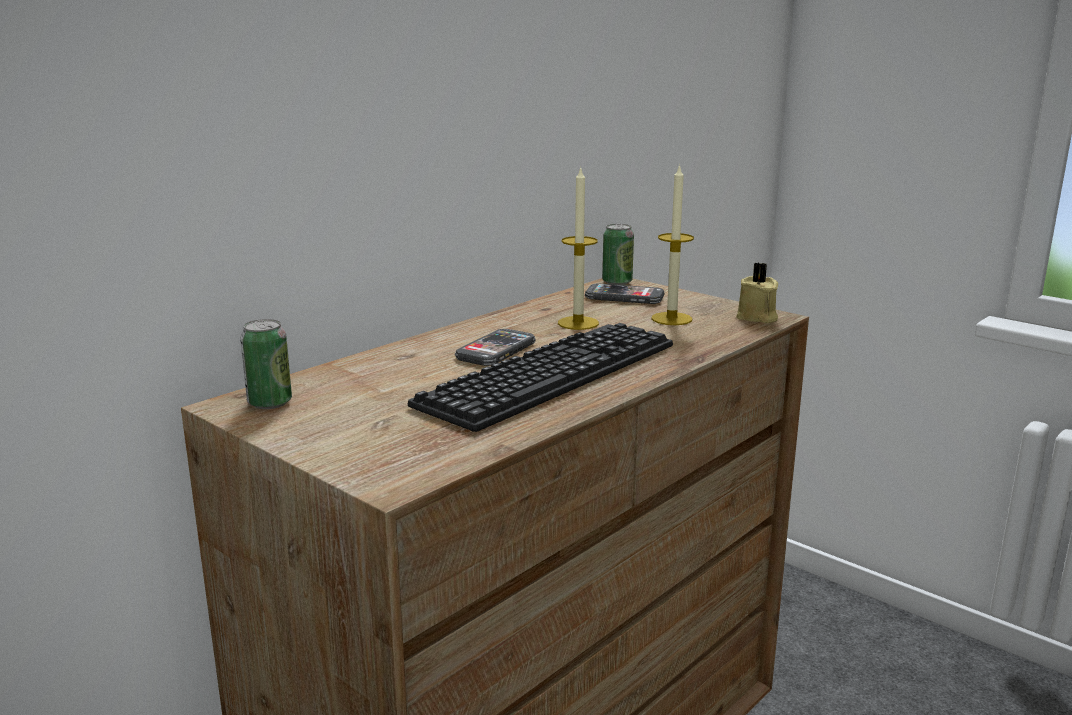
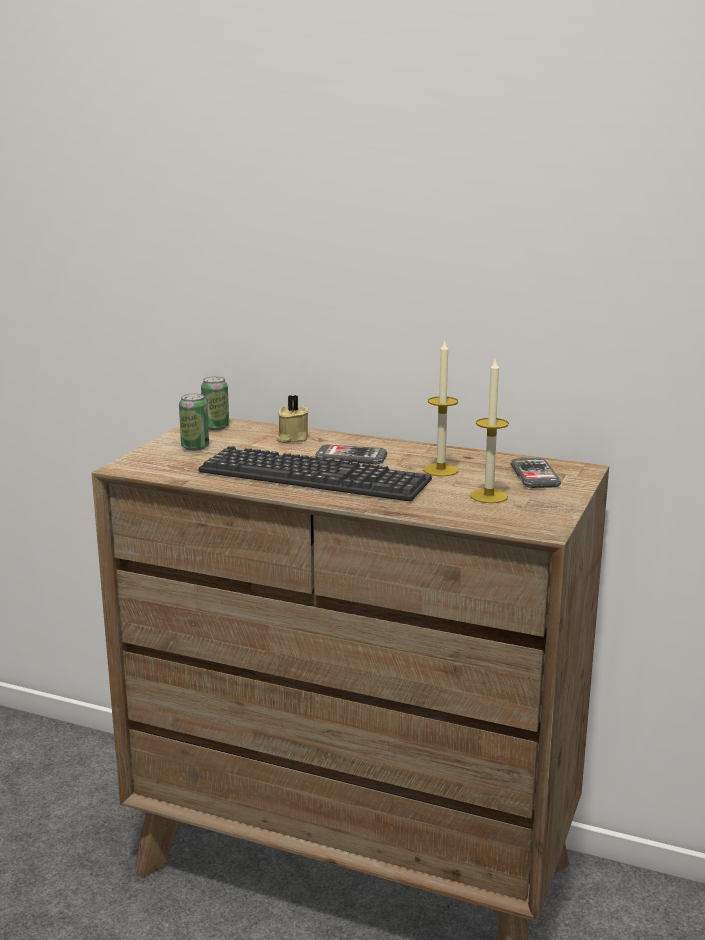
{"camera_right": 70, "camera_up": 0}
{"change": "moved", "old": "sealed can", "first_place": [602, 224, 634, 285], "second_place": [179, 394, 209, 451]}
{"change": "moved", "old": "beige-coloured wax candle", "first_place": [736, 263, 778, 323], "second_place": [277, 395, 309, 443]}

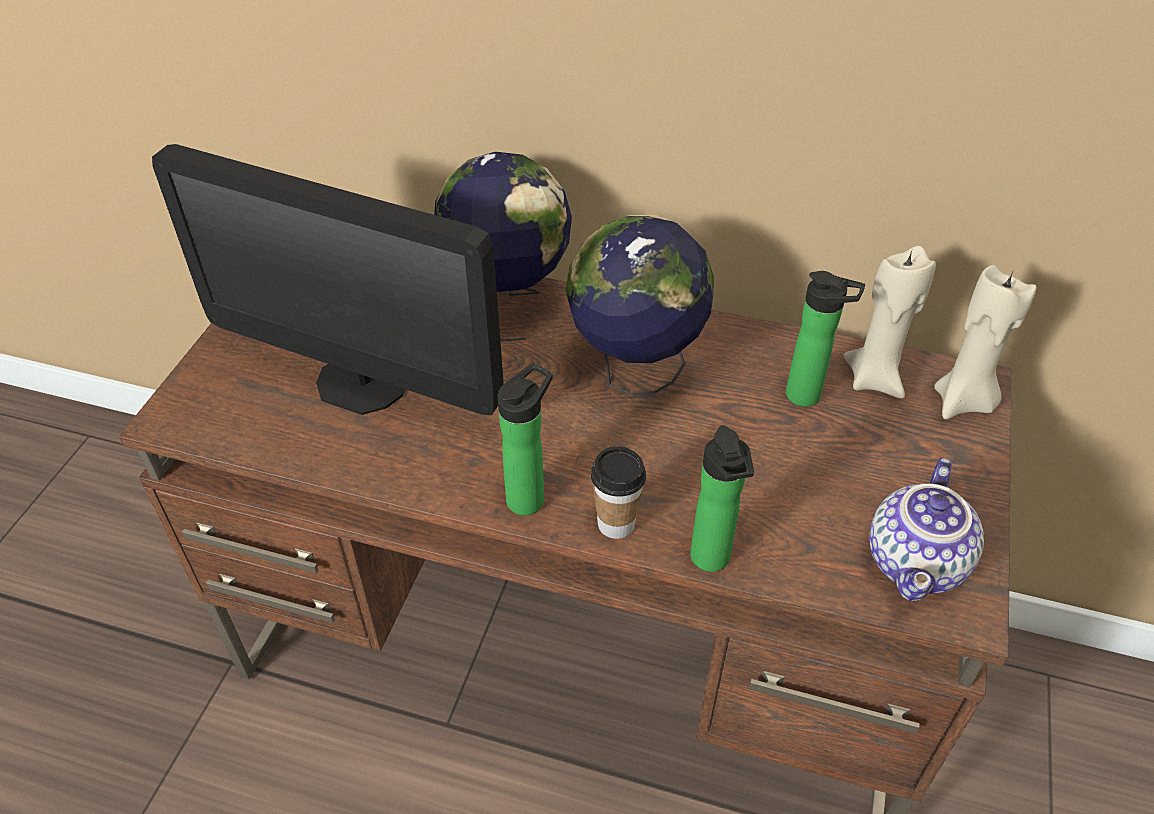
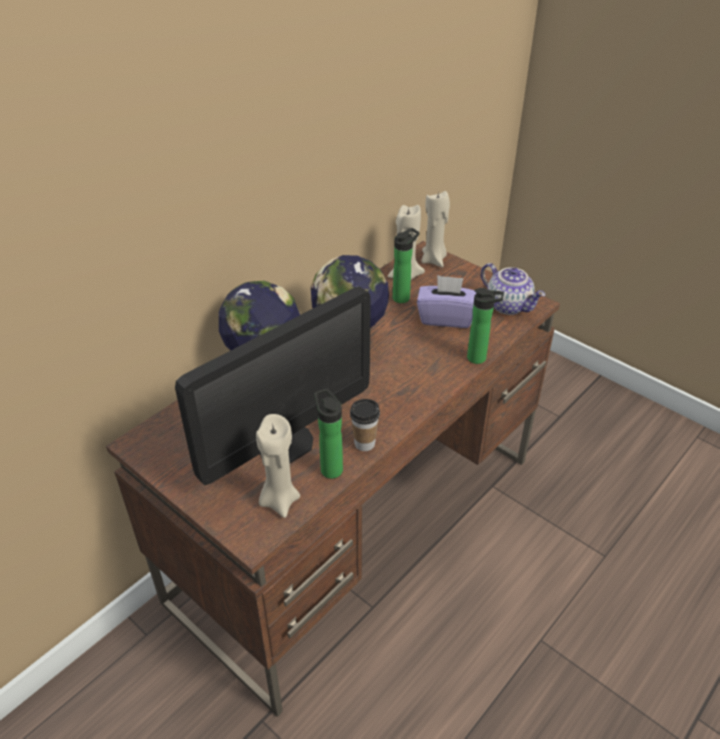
{"camera_right": -65, "camera_up": -5}
{"change": "added", "new": "beige-coloured wax candle", "second_place": [256, 414, 300, 518]}
{"change": "moved", "old": "beverage bottle", "first_place": [498, 363, 553, 515], "second_place": [314, 388, 343, 479]}
{"change": "moved", "old": "small cup", "first_place": [591, 446, 646, 539], "second_place": [350, 399, 380, 451]}
{"change": "added", "new": "purple box of tissues", "second_place": [417, 275, 476, 328]}

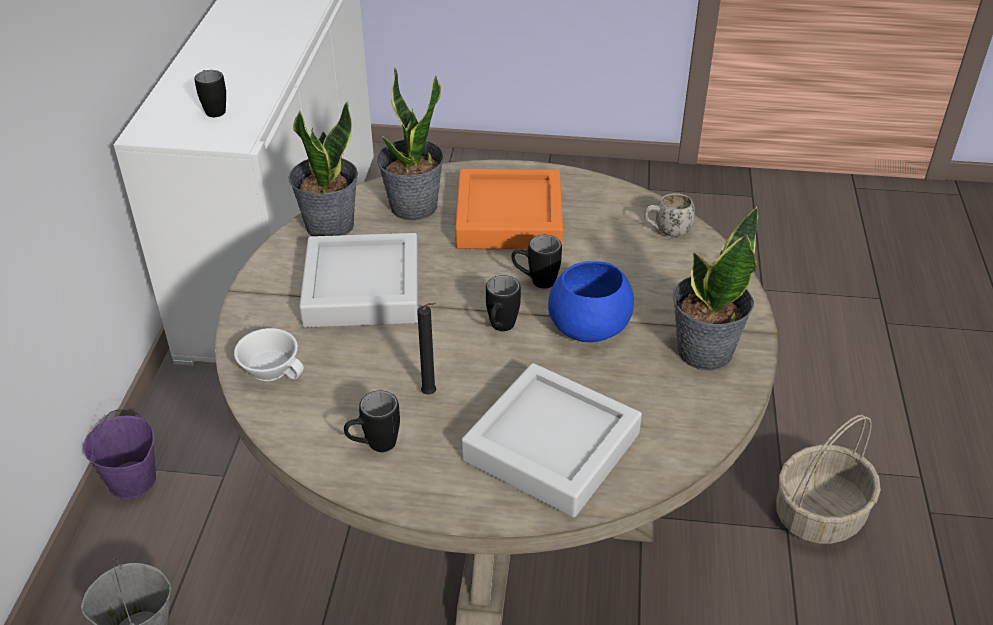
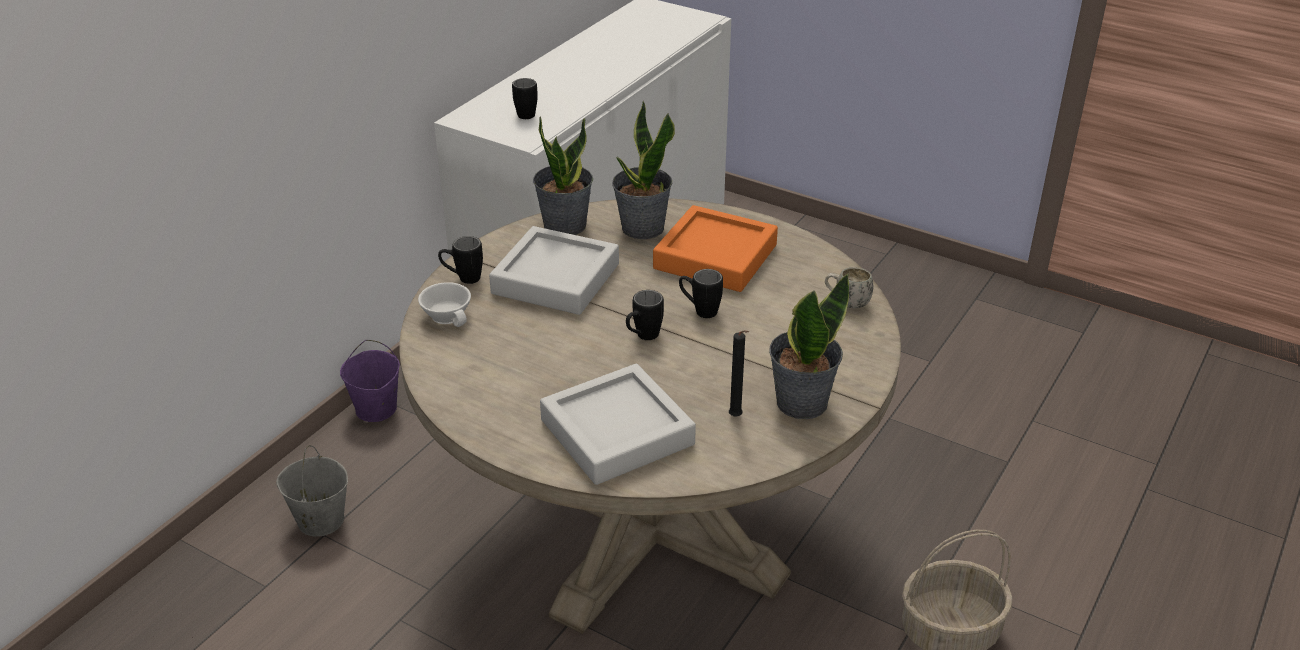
{"camera_right": 25, "camera_up": -5}
{"change": "moved", "old": "blackish coffee mug", "first_place": [344, 391, 400, 452], "second_place": [438, 236, 483, 284]}
{"change": "moved", "old": "blackish wax candle", "first_place": [417, 303, 436, 395], "second_place": [729, 330, 749, 417]}
{"change": "removed", "old": "blue deep dish", "first_place": [548, 261, 634, 342]}

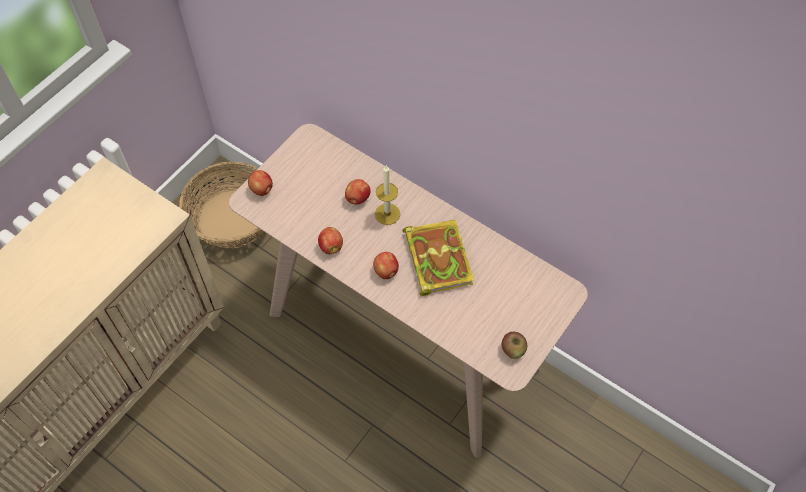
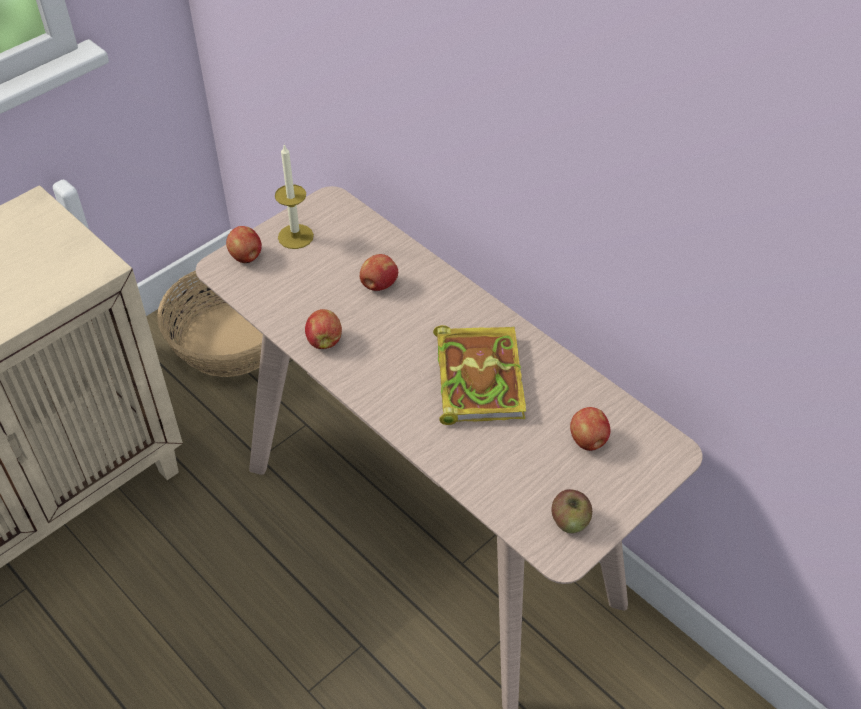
{"camera_right": 10, "camera_up": -10}
{"change": "moved", "old": "wax candle", "first_place": [375, 166, 400, 225], "second_place": [275, 145, 314, 249]}
{"change": "moved", "old": "apple", "first_place": [373, 252, 399, 279], "second_place": [570, 407, 610, 451]}

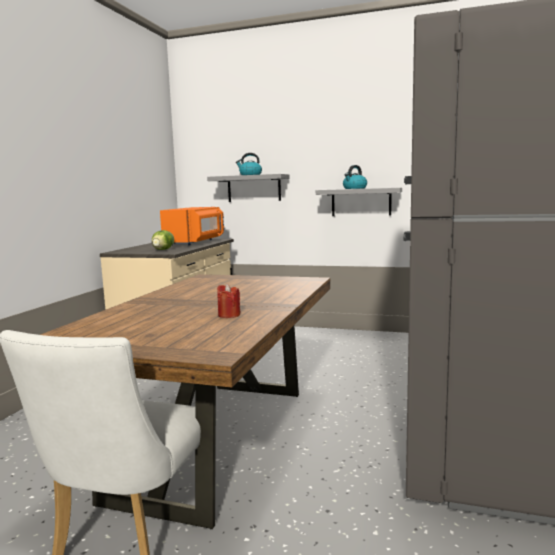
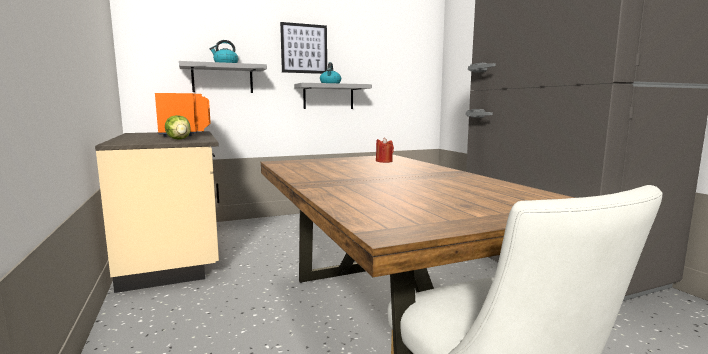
{"camera_right": -40, "camera_up": 0}
{"change": "added", "new": "wall picture", "second_place": [280, 22, 327, 74]}
{"change": "moved", "old": "reddish wax candle", "first_place": [217, 284, 240, 318], "second_place": [376, 137, 394, 163]}

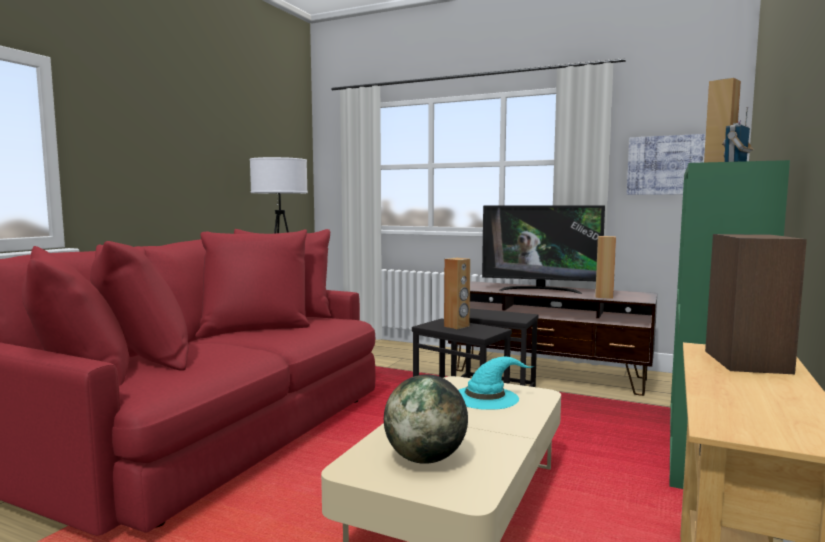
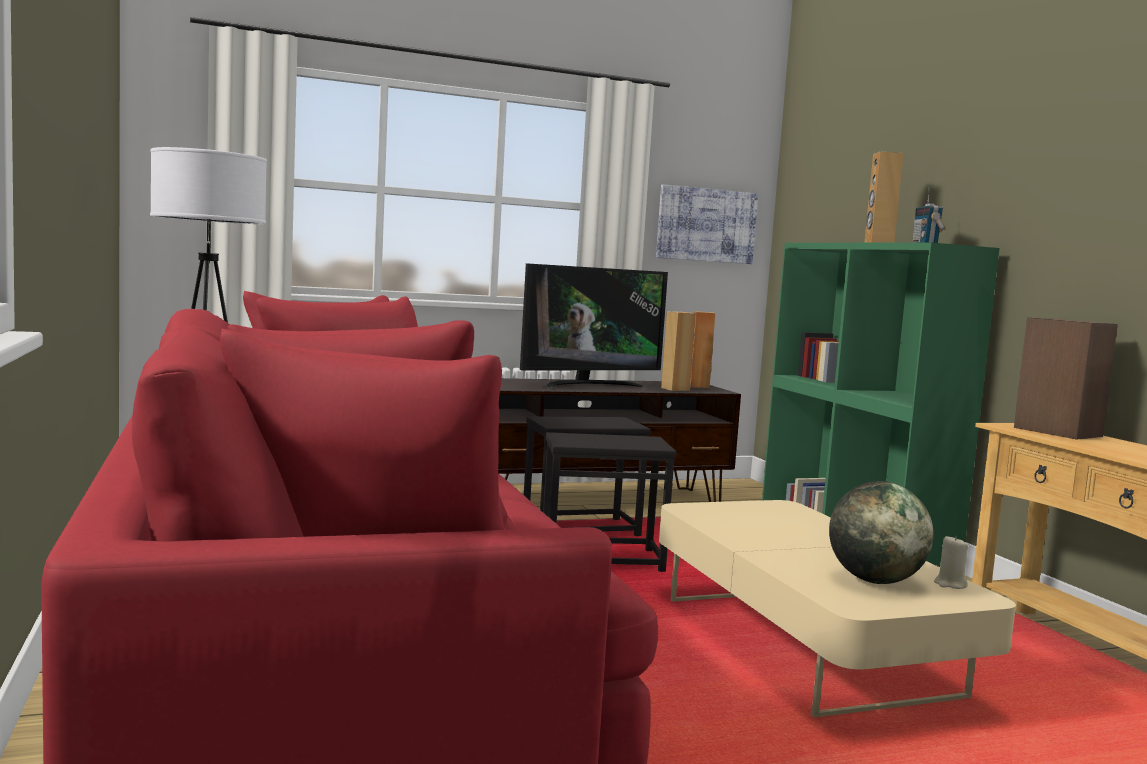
{"camera_right": -45, "camera_up": 0}
{"change": "moved", "old": "brown loudspeaker", "first_place": [444, 258, 470, 329], "second_place": [690, 311, 715, 388]}
{"change": "added", "new": "beige-coloured wax candle", "second_place": [934, 536, 968, 589]}
{"change": "removed", "old": "turquoise hat", "first_place": [458, 356, 534, 410]}

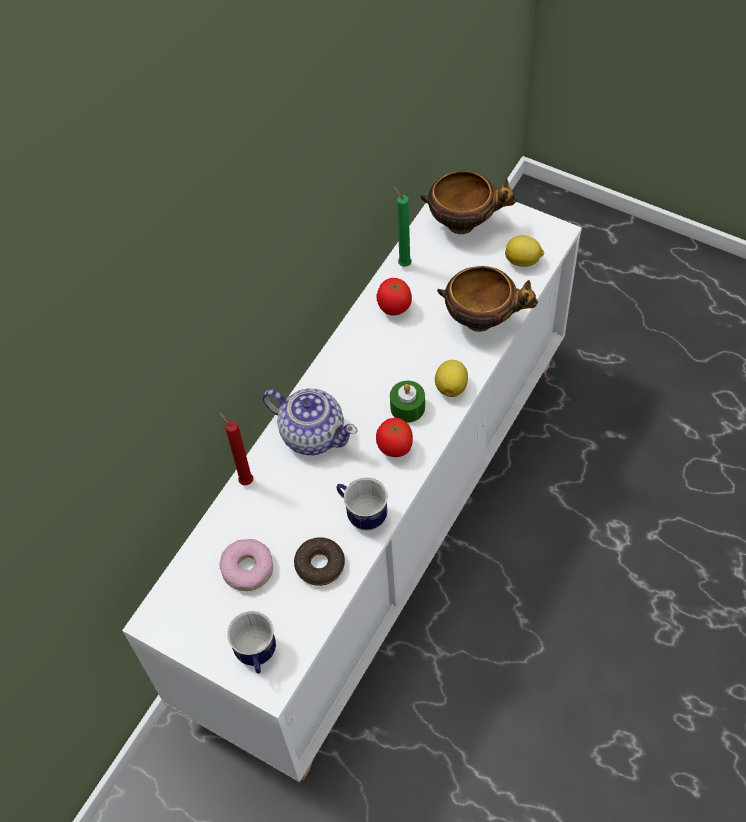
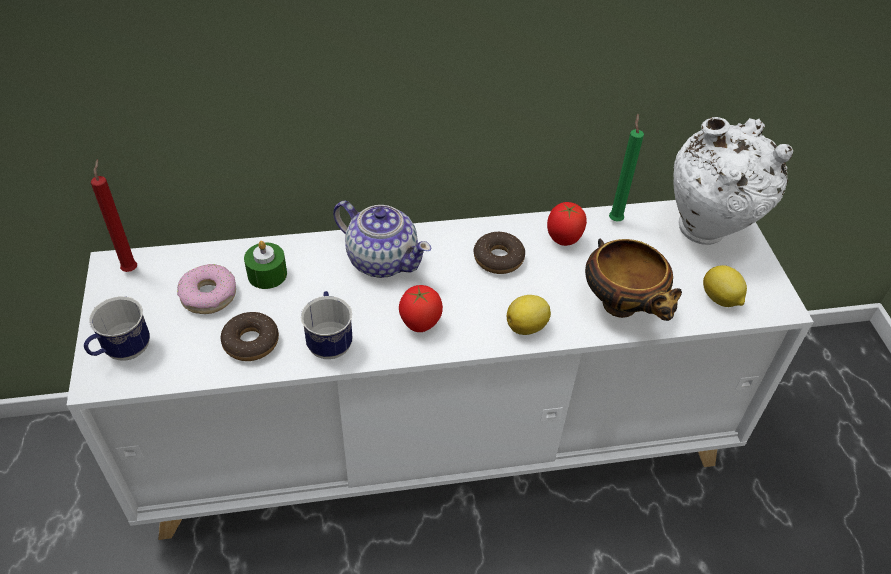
{"camera_right": 45, "camera_up": -10}
{"change": "moved", "old": "reddish wax candle", "first_place": [219, 412, 253, 486], "second_place": [91, 159, 137, 272]}
{"change": "moved", "old": "green wax candle", "first_place": [390, 381, 425, 423], "second_place": [244, 241, 287, 289]}
{"change": "turned", "old": "pot for tea", "first_place": [262, 388, 358, 455], "second_place": [333, 201, 431, 278], "degrees": -45}
{"change": "added", "new": "doughnut", "second_place": [473, 232, 525, 274]}
{"change": "replaced", "old": "deep dish", "new": "white-coloured flower vase", "first_place": [420, 171, 517, 234], "second_place": [674, 117, 793, 245]}

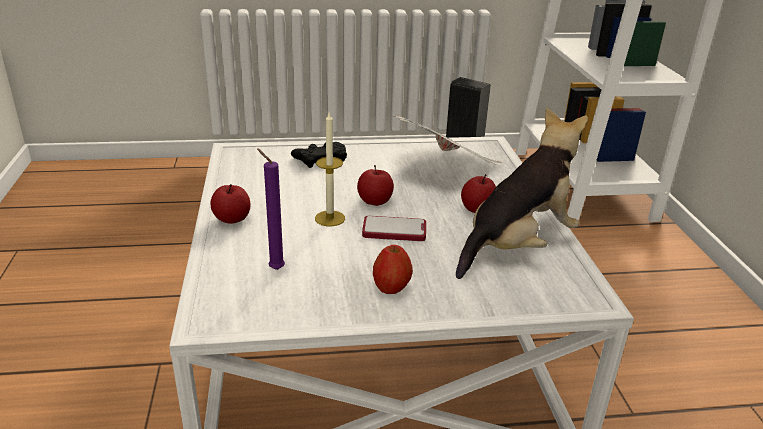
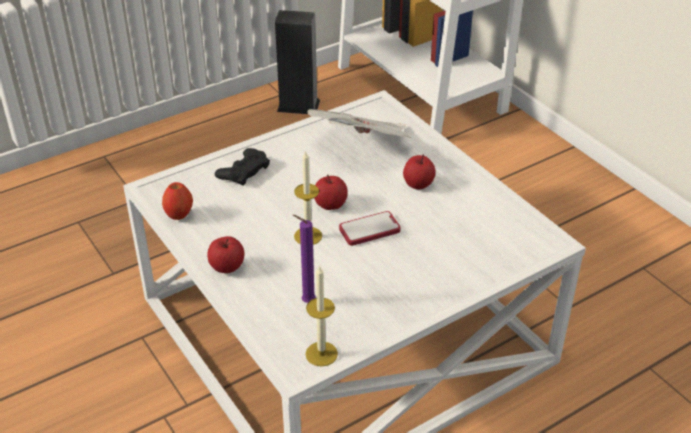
{"camera_right": -25, "camera_up": 10}
{"change": "moved", "old": "apple", "first_place": [373, 245, 413, 294], "second_place": [162, 182, 193, 220]}
{"change": "added", "new": "wax candle", "second_place": [305, 265, 338, 367]}
{"change": "removed", "old": "cuddly toy", "first_place": [456, 107, 588, 279]}

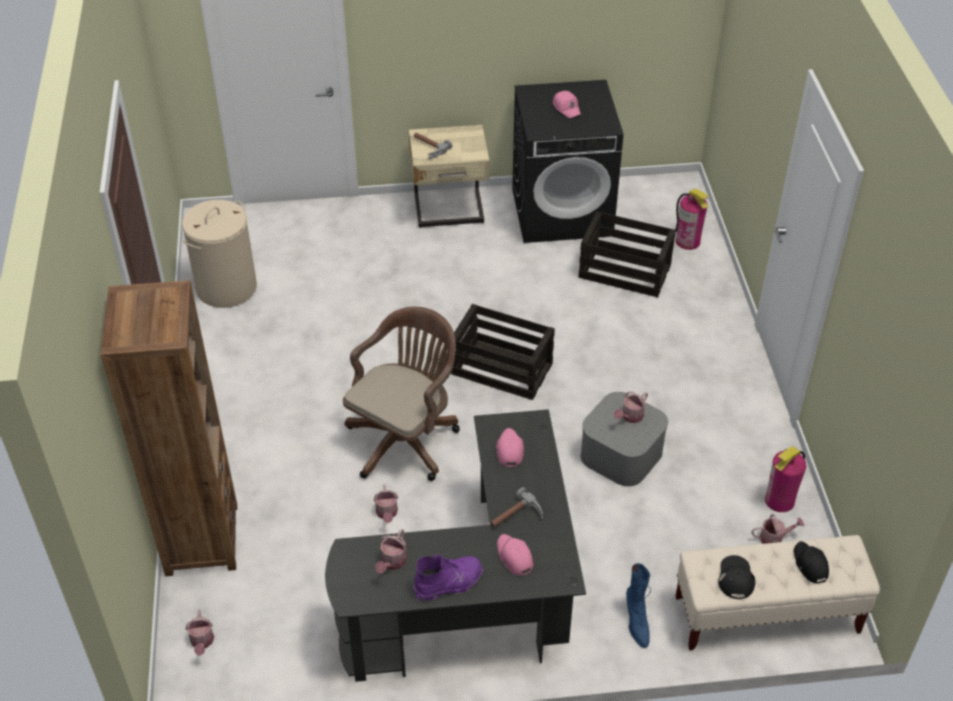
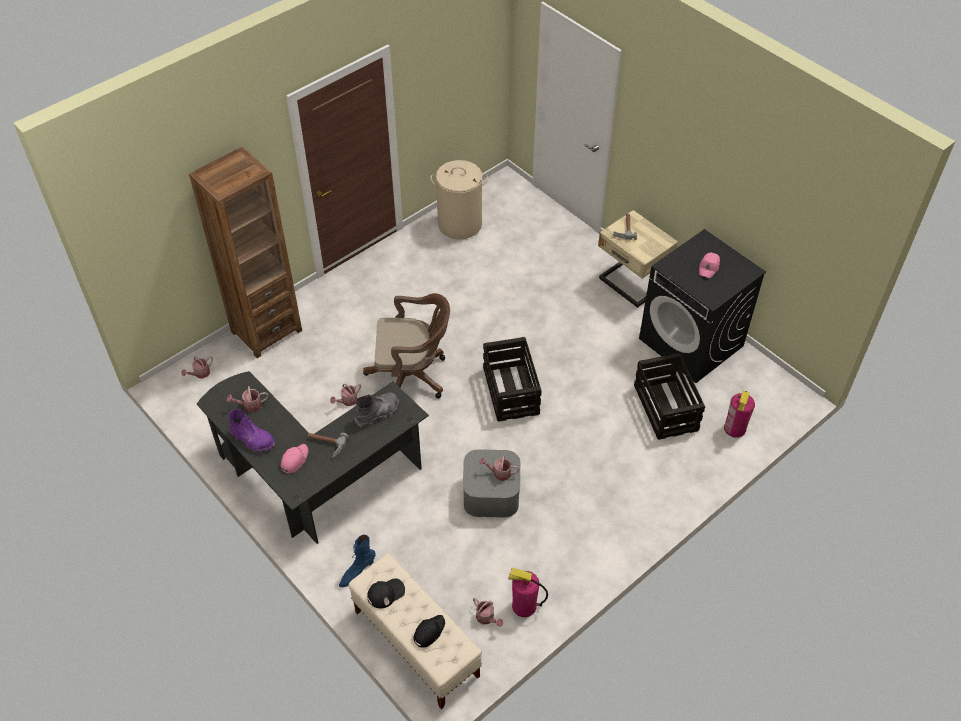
{"camera_right": 55, "camera_up": 5}
{"change": "replaced", "old": "pink-coloured cap", "new": "gray high-top boot", "first_place": [496, 428, 524, 467], "second_place": [354, 392, 399, 427]}

